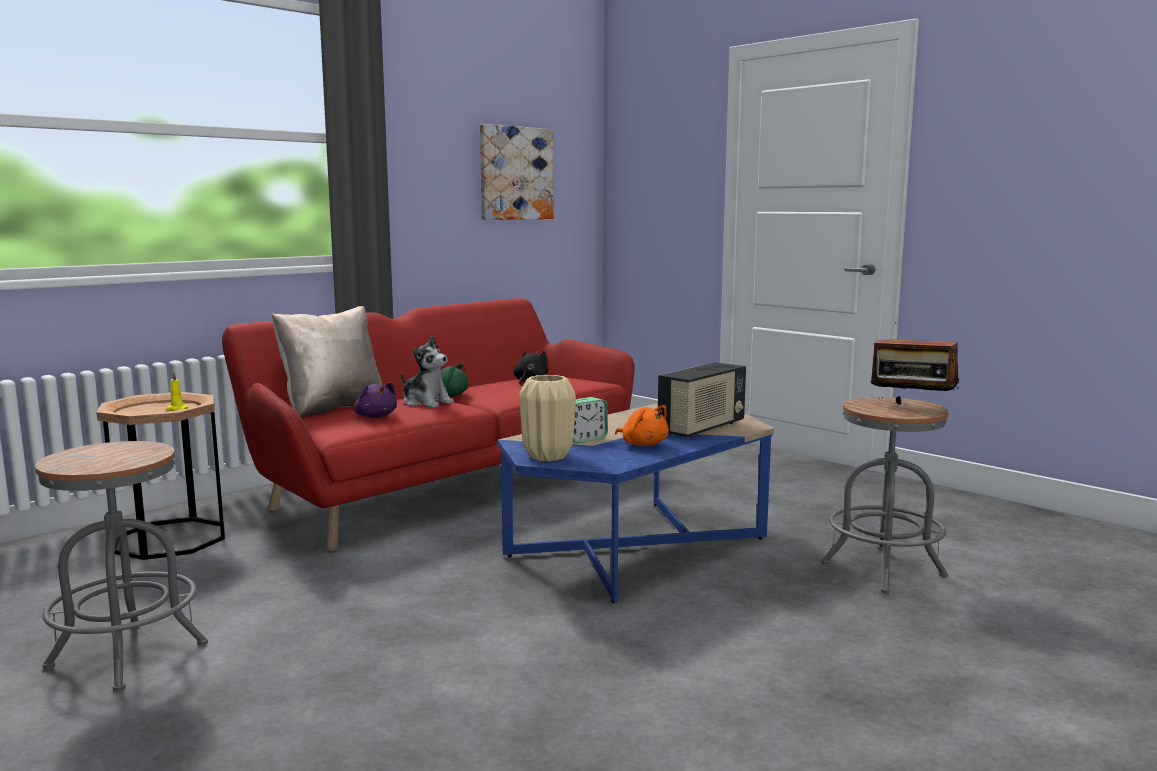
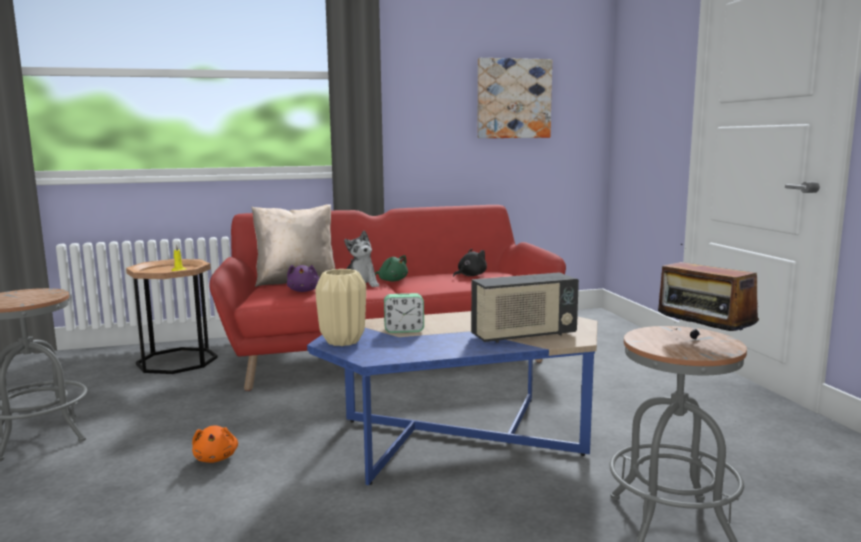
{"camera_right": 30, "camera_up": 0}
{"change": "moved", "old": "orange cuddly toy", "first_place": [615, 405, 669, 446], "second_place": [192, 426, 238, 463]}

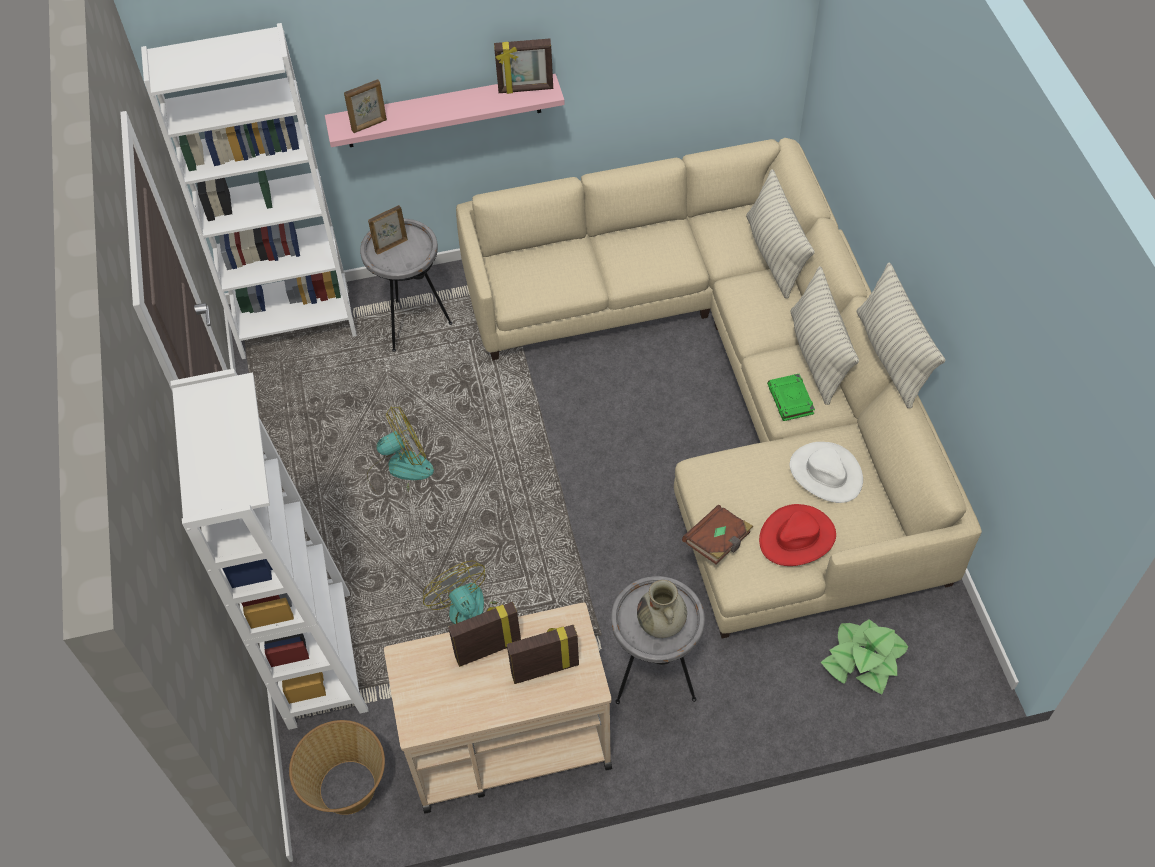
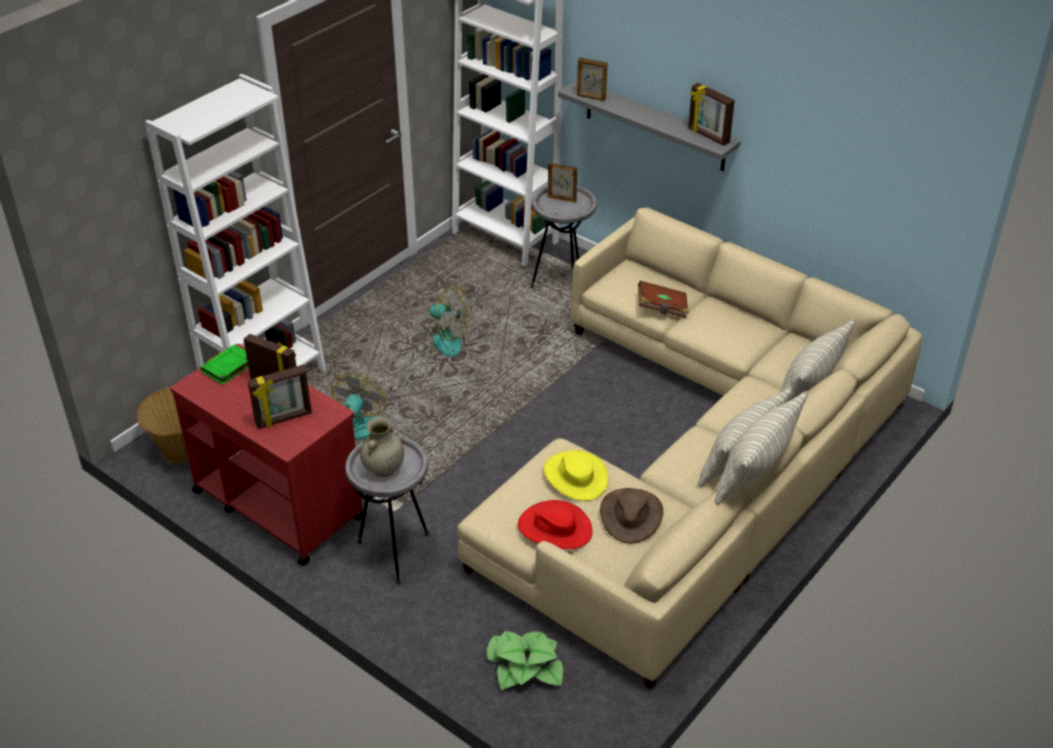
{"camera_right": 50, "camera_up": -15}
{"change": "recoloured", "old": "beige-coloured wheeled cart", "new": "reddish wheeled cart", "first_place": [384, 603, 612, 814], "second_place": [170, 344, 363, 566]}
{"change": "moved", "old": "green volume", "first_place": [767, 374, 815, 421], "second_place": [200, 344, 248, 385]}
{"change": "turned", "old": "photo frame", "first_place": [507, 625, 579, 684], "second_place": [248, 365, 312, 429], "degrees": 120}
{"change": "added", "new": "yellow-coloured hat", "second_place": [544, 450, 608, 501]}
{"change": "recoloured", "old": "pink-coloured shelf", "new": "gray shelf", "first_place": [325, 74, 565, 147], "second_place": [558, 80, 741, 171]}
{"change": "recoloured", "old": "white-coloured hat", "new": "brown hat", "first_place": [790, 442, 863, 503], "second_place": [600, 488, 663, 544]}
{"change": "moved", "old": "brown volume", "first_place": [682, 505, 753, 565], "second_place": [638, 281, 689, 318]}

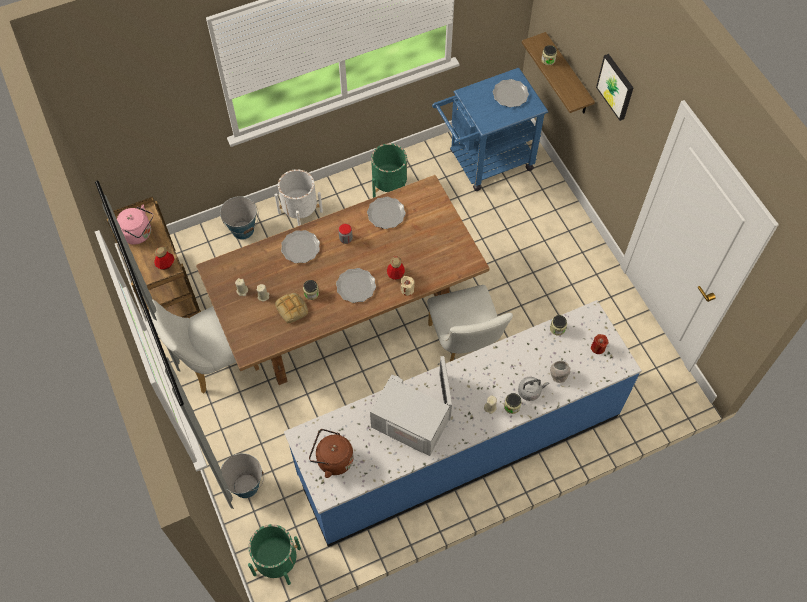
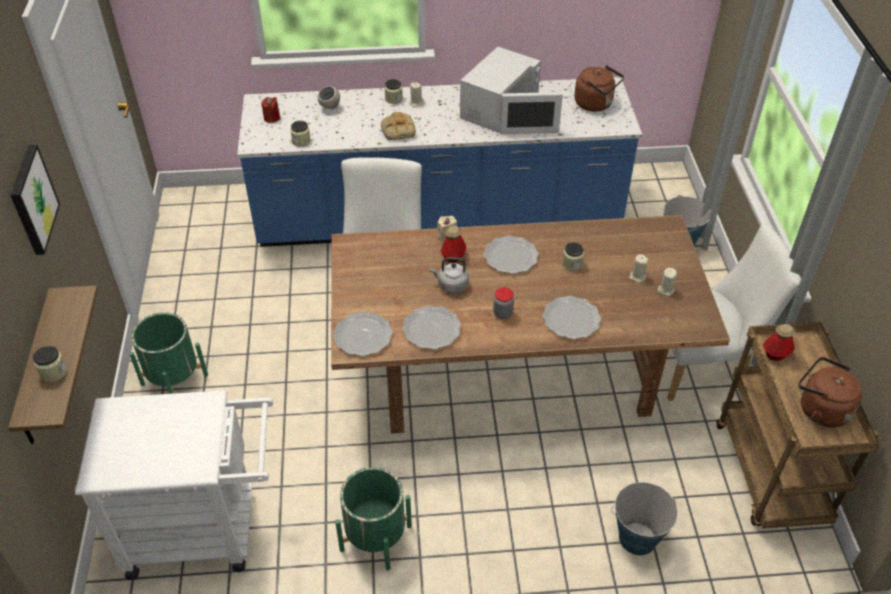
{"camera_right": -160, "camera_up": -15}
{"change": "recoloured", "old": "blue wheeled cart", "new": "white-coloured wheeled cart", "first_place": [432, 68, 548, 191], "second_place": [75, 390, 273, 580]}
{"change": "moved", "old": "green plant pot", "first_place": [248, 524, 301, 585], "second_place": [129, 312, 208, 394]}
{"change": "moved", "old": "plate", "first_place": [493, 79, 529, 107], "second_place": [333, 312, 393, 356]}
{"change": "moved", "old": "bread", "first_place": [275, 293, 308, 323], "second_place": [381, 112, 416, 140]}
{"change": "moved", "old": "gray kettle", "first_place": [518, 377, 549, 401], "second_place": [430, 257, 469, 293]}
{"change": "turned", "old": "white-coloured microwave", "first_place": [370, 356, 452, 456], "second_place": [460, 47, 563, 134], "degrees": -105}
{"change": "recoloured", "old": "pink-coloured kettle", "new": "brown kettle", "first_place": [117, 204, 153, 245], "second_place": [799, 357, 862, 427]}
{"change": "removed", "old": "white-coloured plant pot", "first_place": [275, 169, 323, 226]}

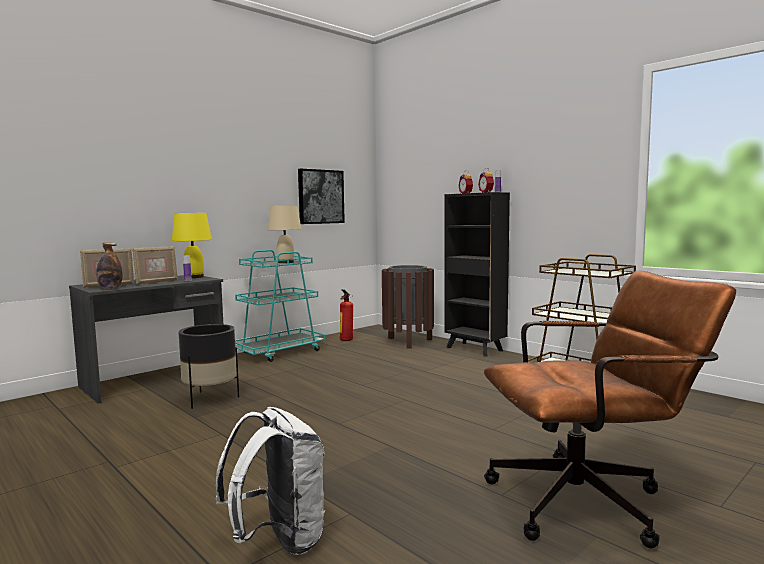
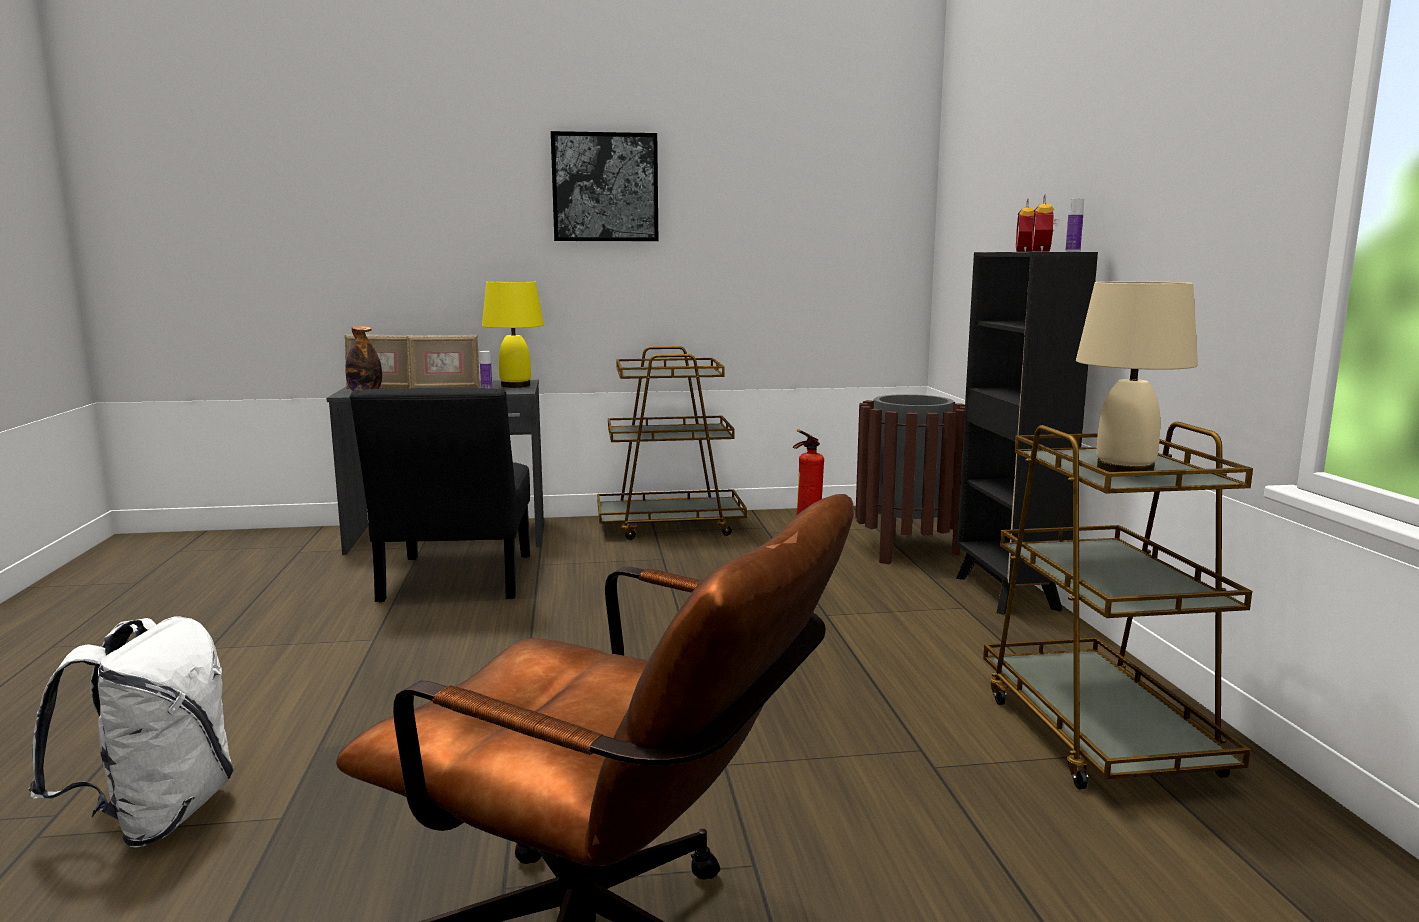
{"camera_right": 35, "camera_up": 5}
{"change": "replaced", "old": "blackish plant pot", "new": "blackish chair", "first_place": [178, 324, 239, 409], "second_place": [350, 388, 530, 602]}
{"change": "moved", "old": "wall picture", "first_place": [298, 169, 345, 224], "second_place": [551, 131, 658, 241]}
{"change": "recoloured", "old": "turquoise wheeled cart", "new": "brown wheeled cart", "first_place": [235, 250, 325, 362], "second_place": [597, 346, 747, 540]}
{"change": "moved", "old": "beige-coloured lamp for a table", "first_place": [267, 205, 301, 263], "second_place": [1076, 281, 1198, 472]}

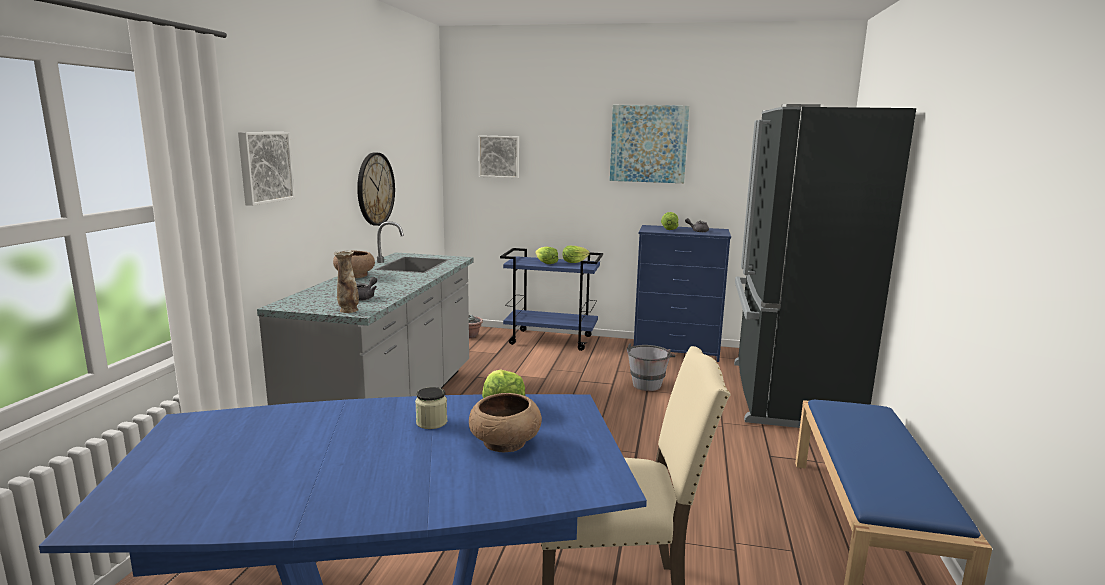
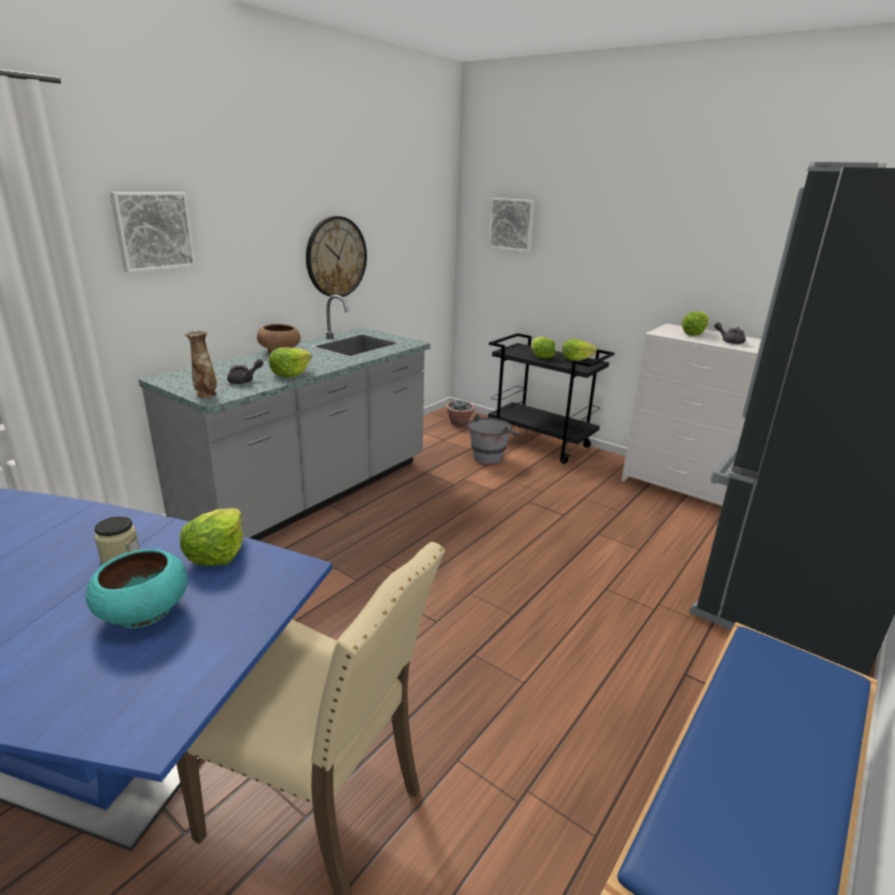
{"camera_right": 25, "camera_up": 10}
{"change": "recoloured", "old": "brown deep dish", "new": "turquoise deep dish", "first_place": [469, 393, 542, 452], "second_place": [86, 549, 188, 629]}
{"change": "added", "new": "lettuce head", "second_place": [269, 347, 312, 377]}
{"change": "moved", "old": "gray bucket", "first_place": [627, 343, 676, 391], "second_place": [468, 414, 520, 465]}
{"change": "recoloured", "old": "blue wheeled cart", "new": "blackish wheeled cart", "first_place": [500, 248, 603, 351], "second_place": [488, 333, 615, 464]}
{"change": "recoloured", "old": "blue dresser", "new": "white-coloured dresser", "first_place": [634, 225, 731, 362], "second_place": [621, 324, 761, 506]}
{"change": "removed", "old": "wall picture", "first_place": [610, 105, 689, 183]}

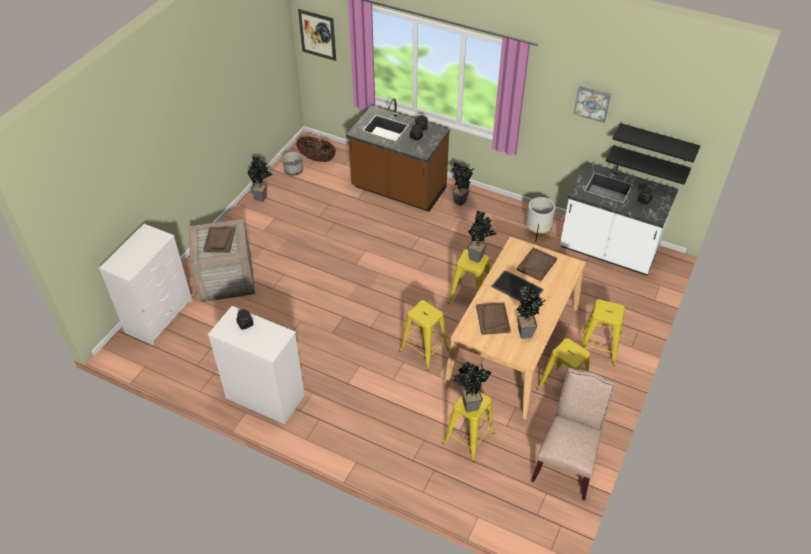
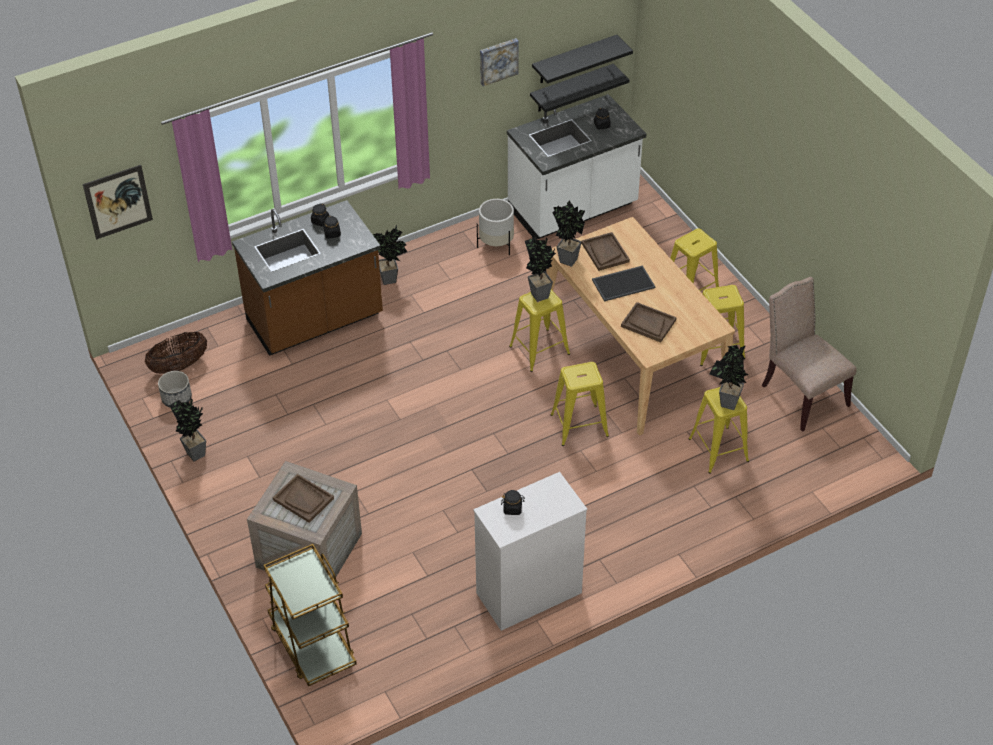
{"camera_right": -55, "camera_up": 0}
{"change": "replaced", "old": "white-coloured dresser", "new": "brown wheeled cart", "first_place": [99, 224, 193, 346], "second_place": [264, 544, 357, 686]}
{"change": "moved", "old": "houseplant", "first_place": [516, 285, 546, 339], "second_place": [553, 200, 585, 267]}

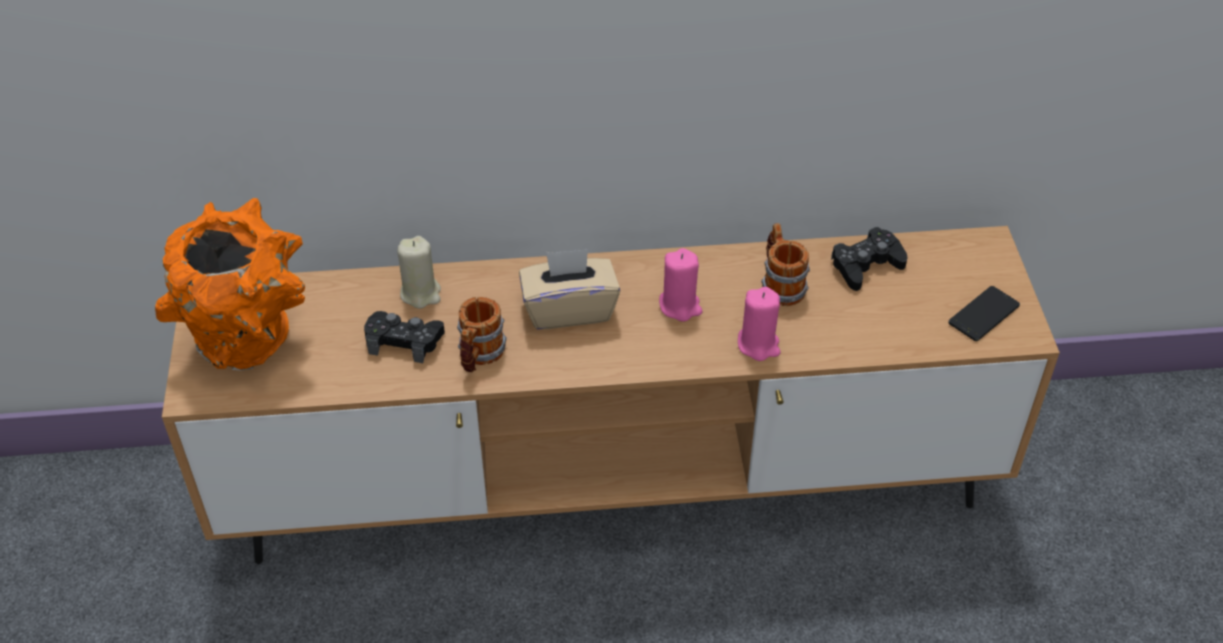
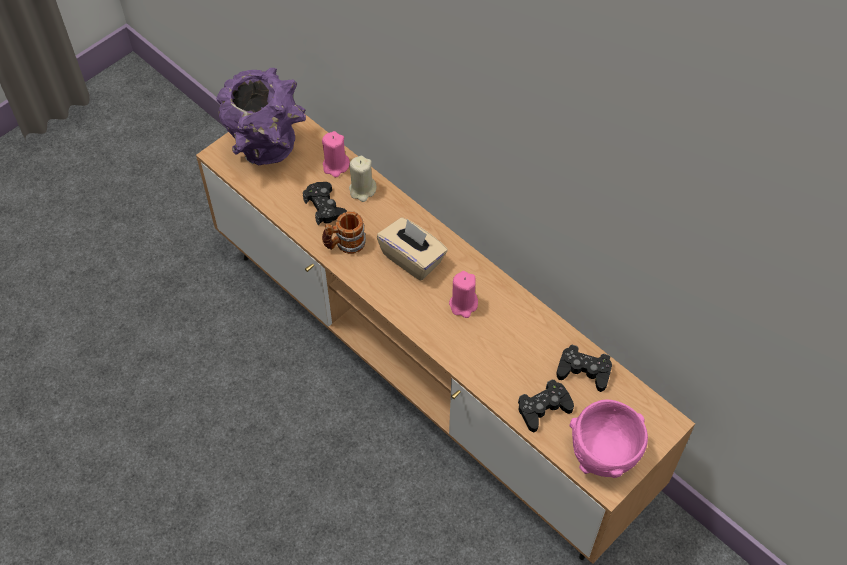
{"camera_right": 50, "camera_up": 10}
{"change": "recoloured", "old": "orange flower vase", "new": "purple flower vase", "first_place": [155, 198, 305, 371], "second_place": [217, 68, 306, 166]}
{"change": "moved", "old": "pink-coloured wax candle", "first_place": [738, 287, 781, 361], "second_place": [322, 131, 350, 177]}
{"change": "added", "new": "blackish joypad", "second_place": [518, 379, 574, 432]}
{"change": "replaced", "old": "handset", "new": "pink-coloured deep dish", "first_place": [948, 286, 1020, 341], "second_place": [569, 399, 648, 478]}
{"change": "removed", "old": "coffee mug", "first_place": [761, 223, 810, 306]}

